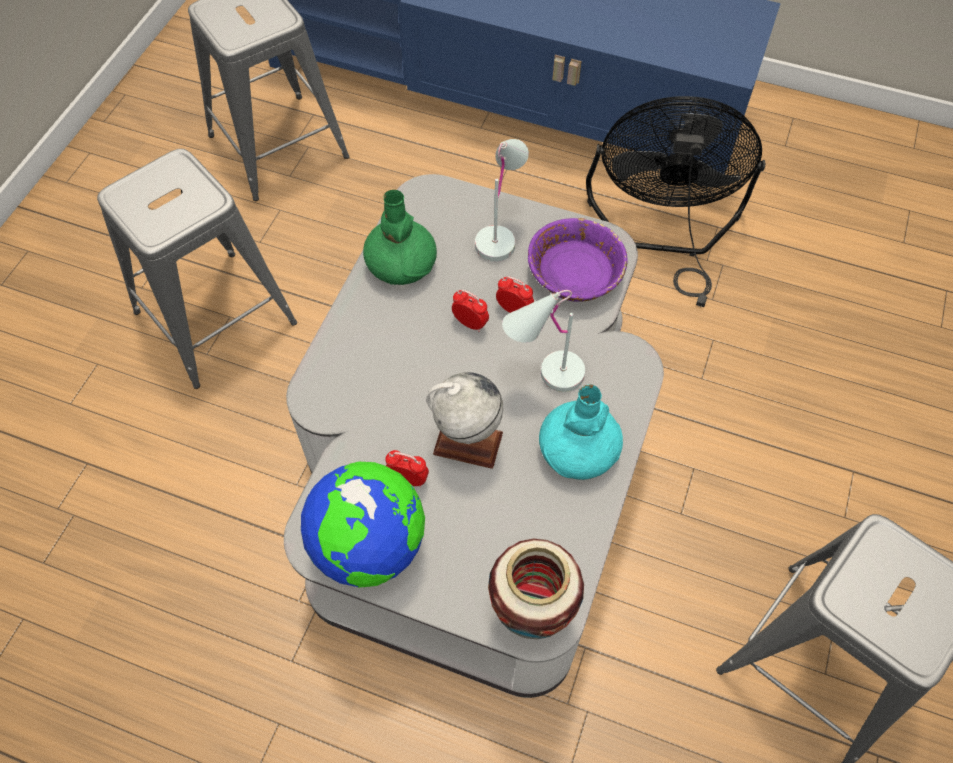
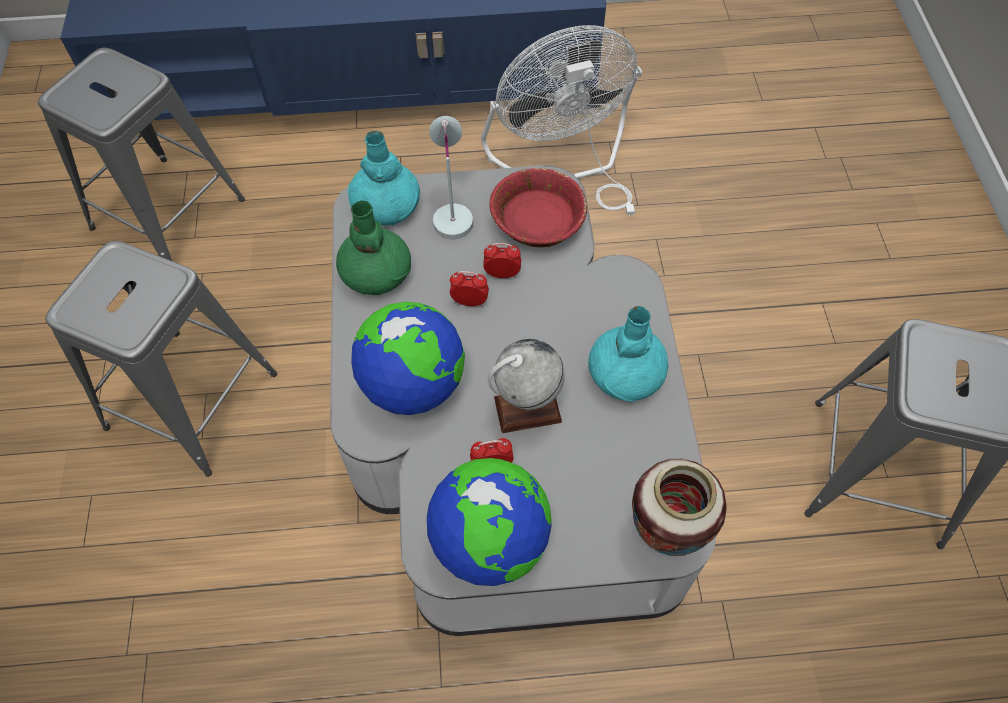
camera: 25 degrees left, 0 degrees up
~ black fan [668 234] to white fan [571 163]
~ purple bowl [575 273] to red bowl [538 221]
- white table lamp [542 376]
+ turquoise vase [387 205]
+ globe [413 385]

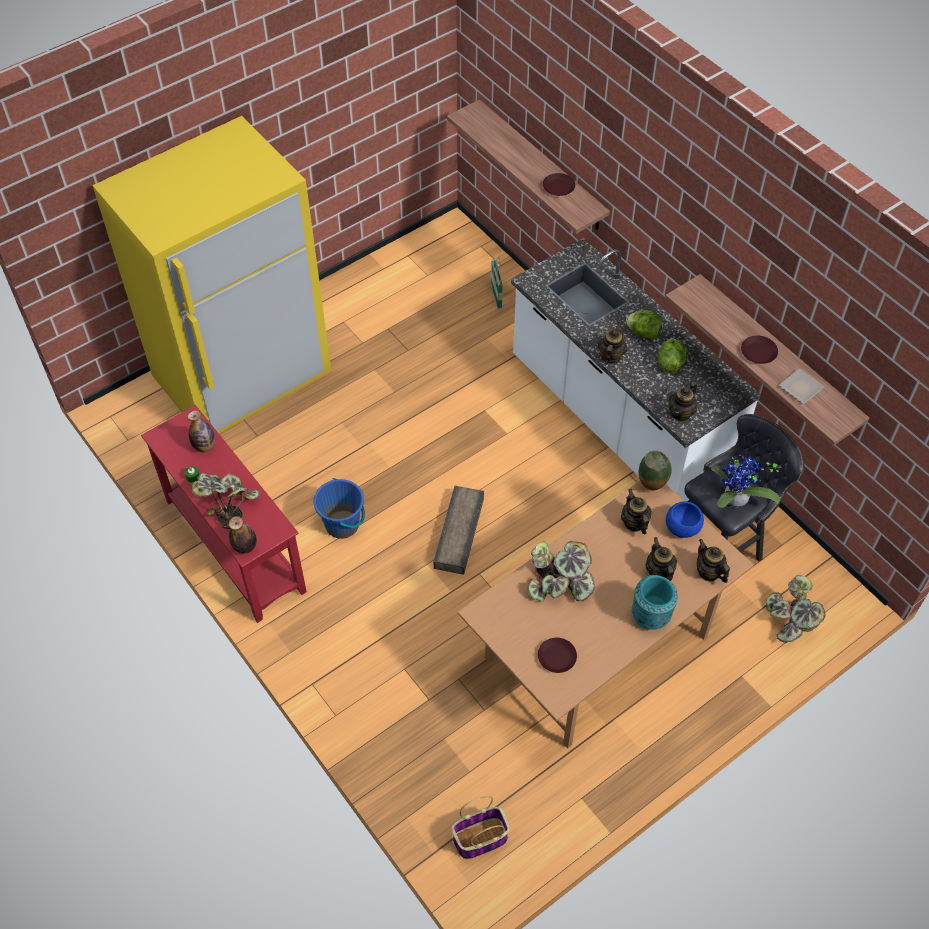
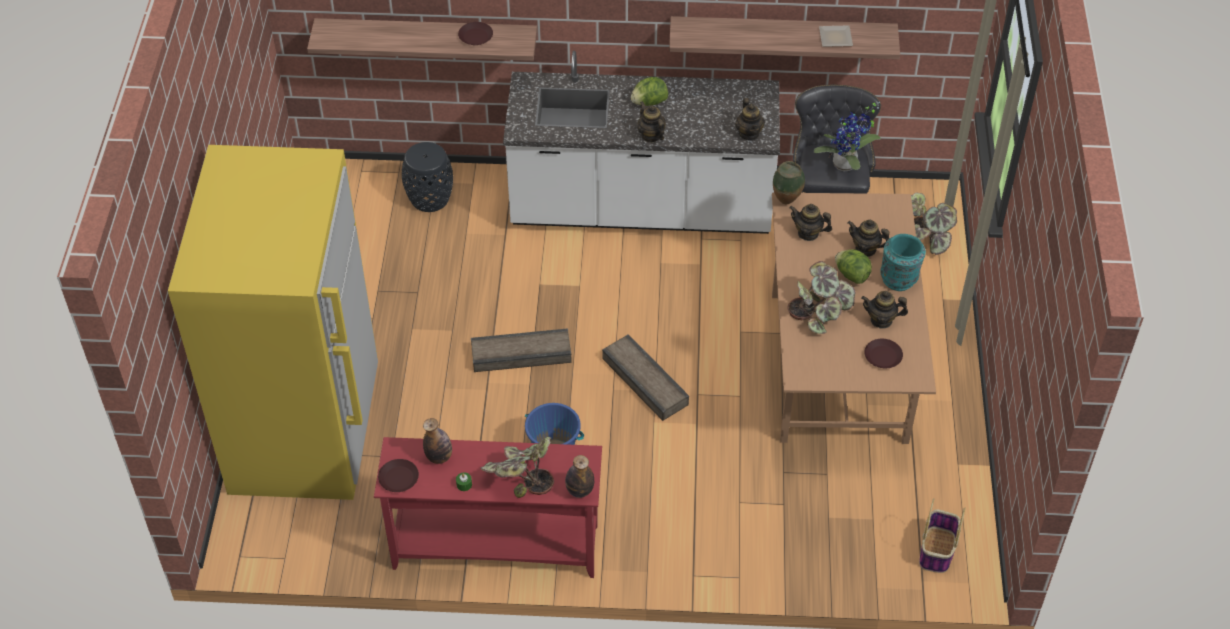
camera: 50 degrees left, 5 degrees down
~ basket [496 297] to black stool [430 198]
~ brown plate [758 353] to [399 478]
~ lettuce [670 363] to [851 275]
- blue bowl [682 527]
~ teapot [709 572] to [881 320]
+ crate [520 353]

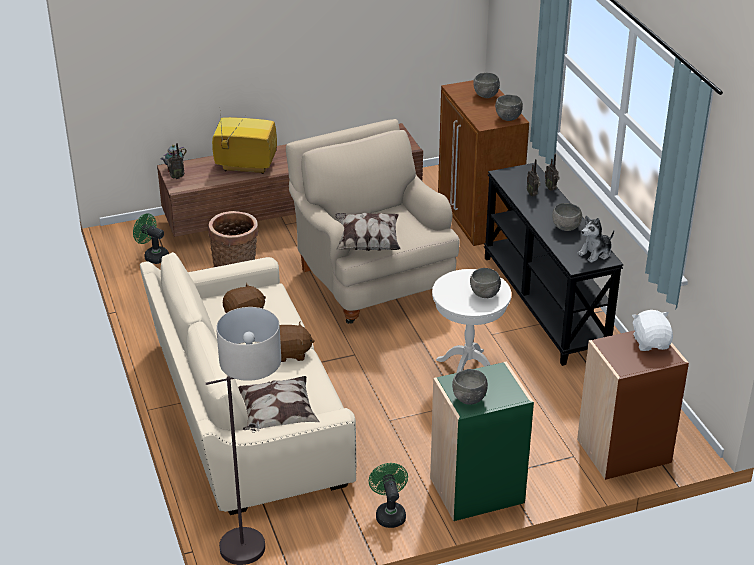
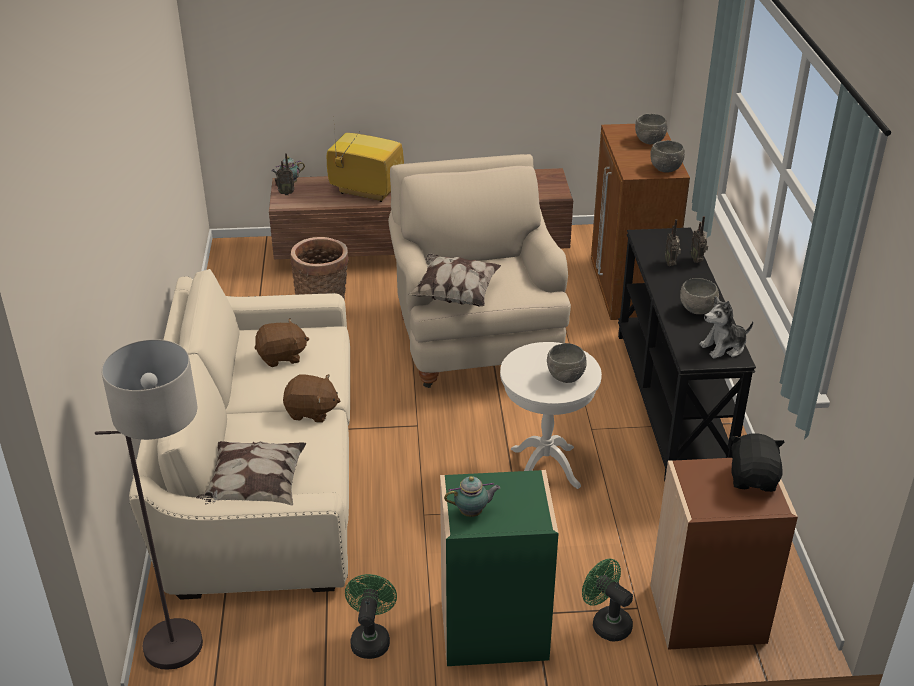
camera: 15 degrees right, 0 degrees up
~ green fan [153 256] to [606 622]
~ white plush toy [651 343] to black plush toy [753 479]
~ grey bowl [468 399] to teapot [472 512]

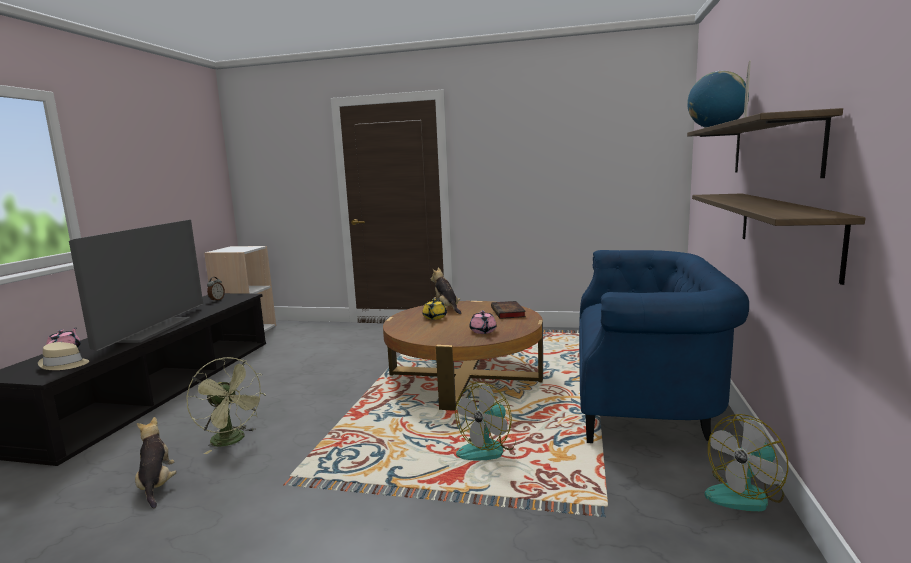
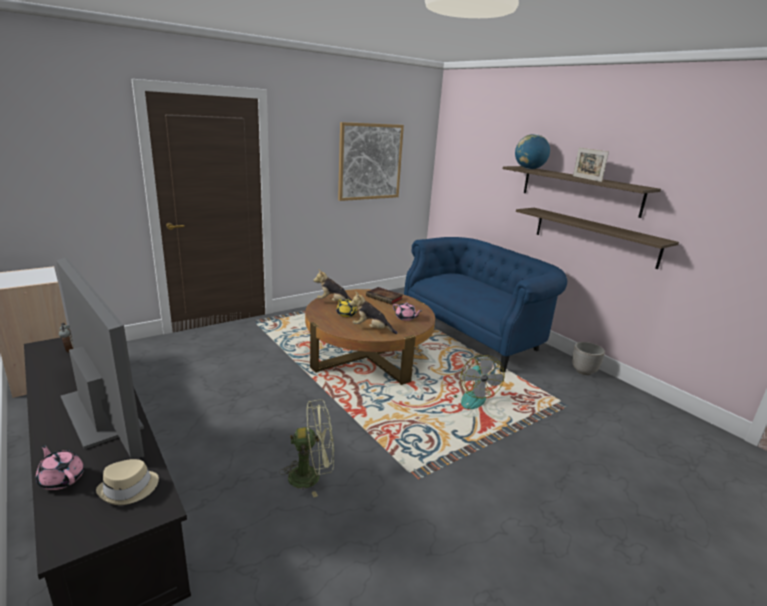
camera: 50 degrees left, 10 degrees up
~ fan [745 494] to planter [584 371]
~ plush toy [157 485] to [371 329]
+ picture [370 162]

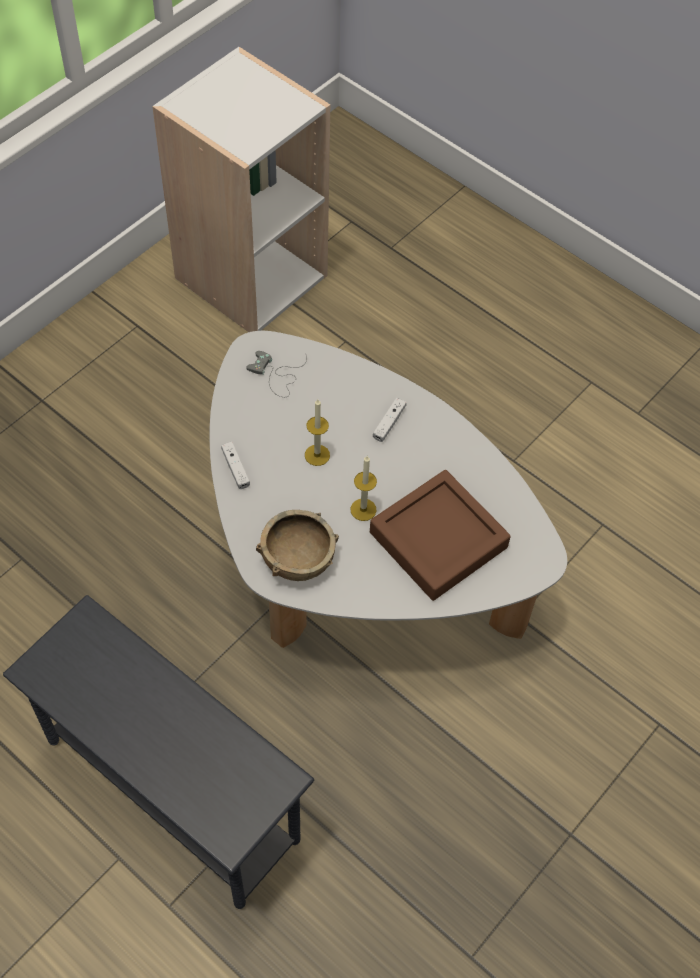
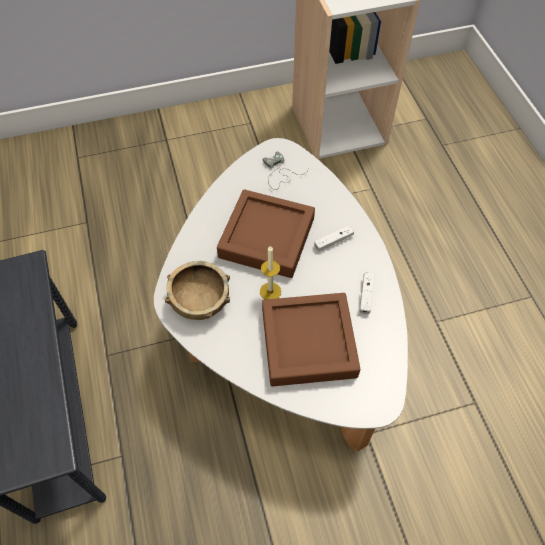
camera: 35 degrees right, 0 degrees up
~ candle [317 455] to brown tray [267 238]
~ white game controller [235 468] to [366 295]

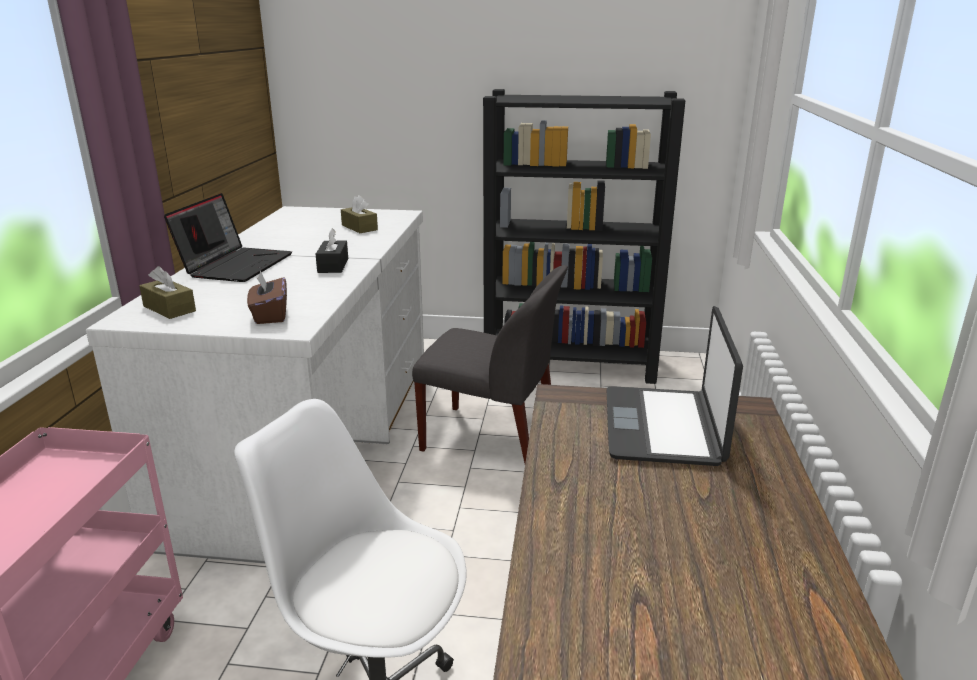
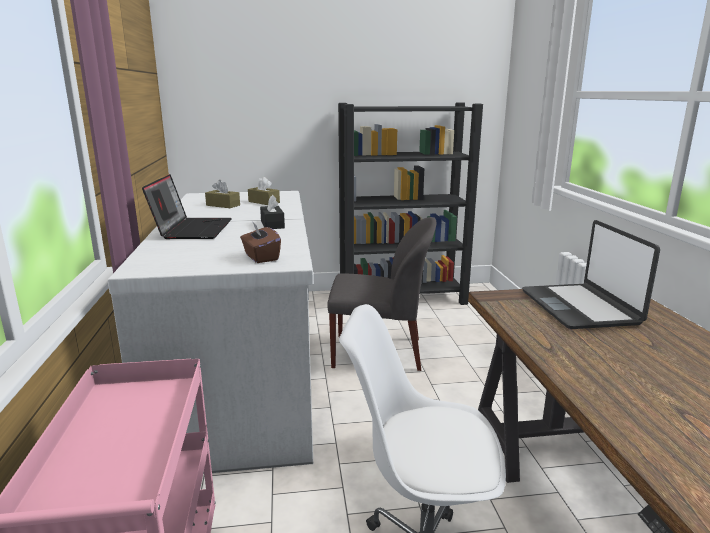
camera: 15 degrees left, 5 degrees down
~ brown tissue box [169 309] to [223 205]

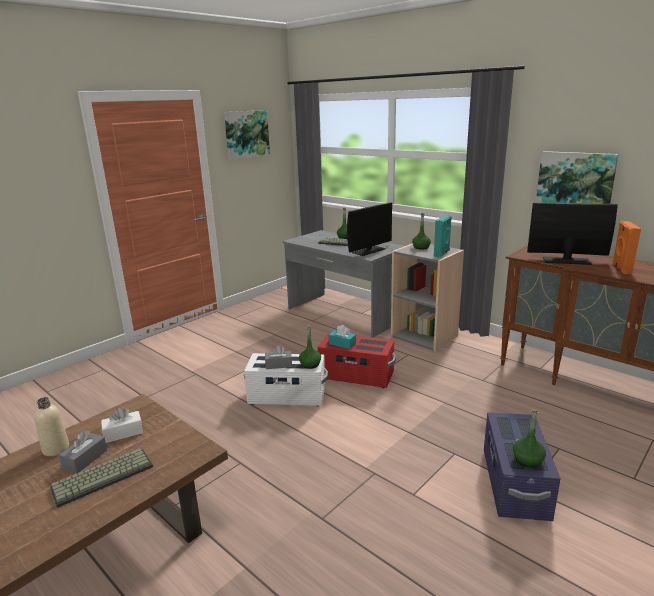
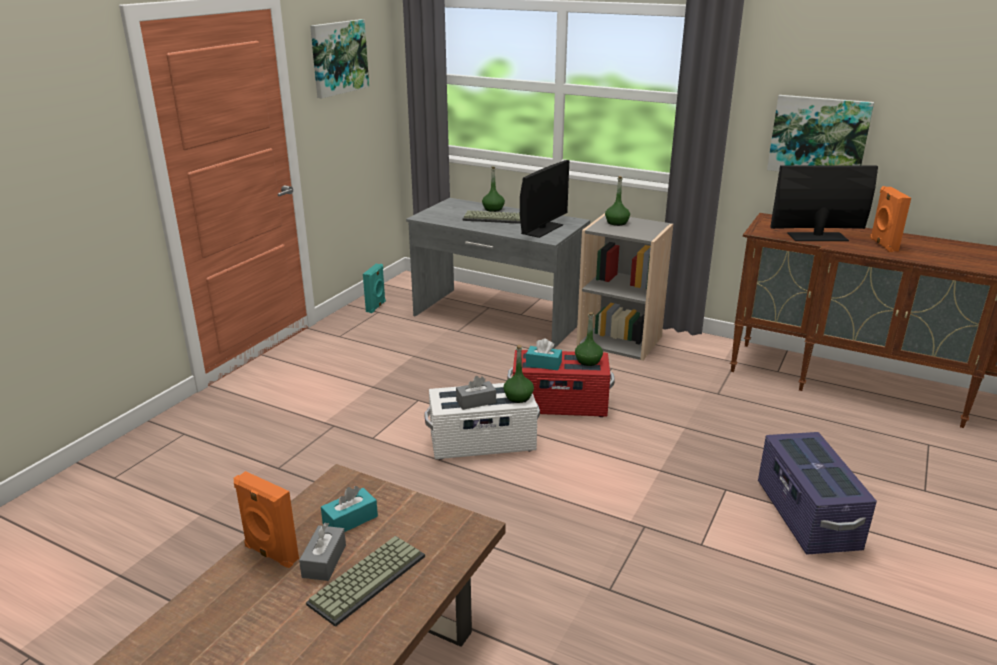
camera: 15 degrees left, 5 degrees up
~ turquoise speaker [442 253] to [376 307]
~ beige bottle [56 449] to orange speaker [270 554]
~ white tissue box [123 433] to turquoise tissue box [350 520]
~ green bottle [527 460] to [588 361]

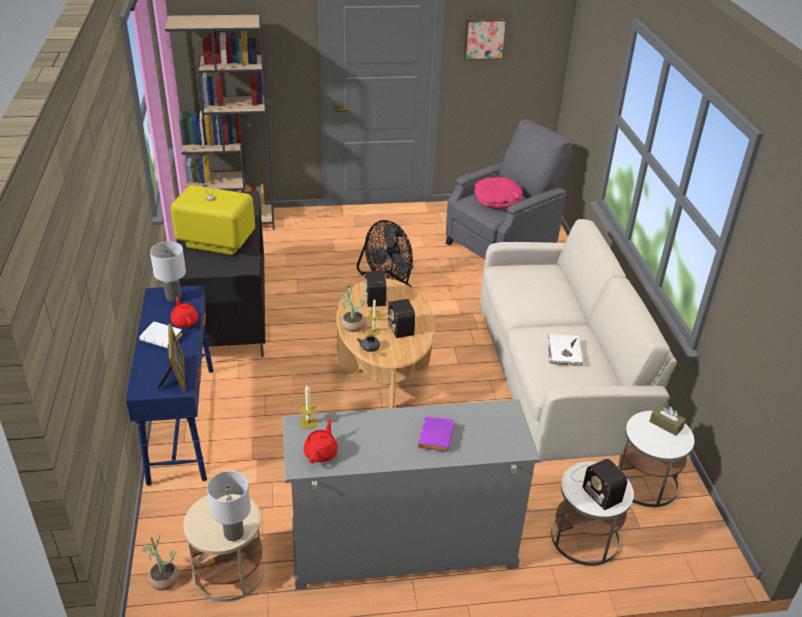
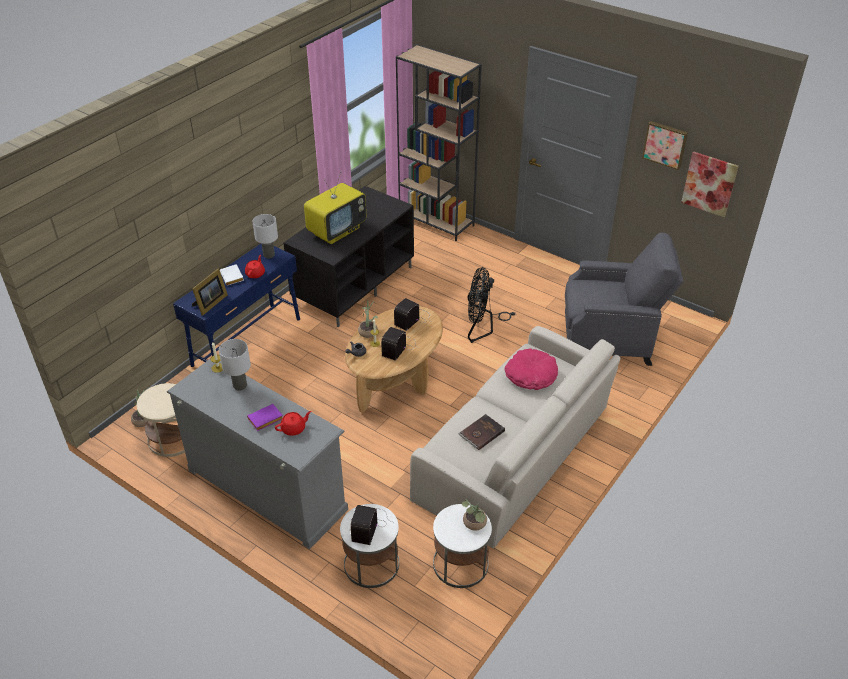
camera: 45 degrees right, 5 degrees up
~ television [215 243] = [337 231] 75 degrees clockwise
~ pink pillow [498 200] to [531 376]
~ white book [564 352] to brown book [481 433]
~ brown tissue box [666 424] to potted plant [474 524]
~ red teapot [321 452] to [294 429]
~ white table lamp [233 534] to [240 386]
+ picture [709 184]

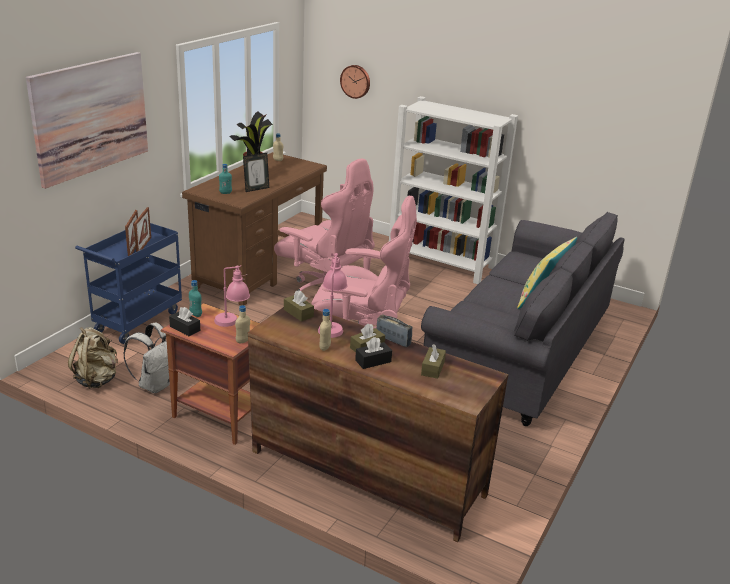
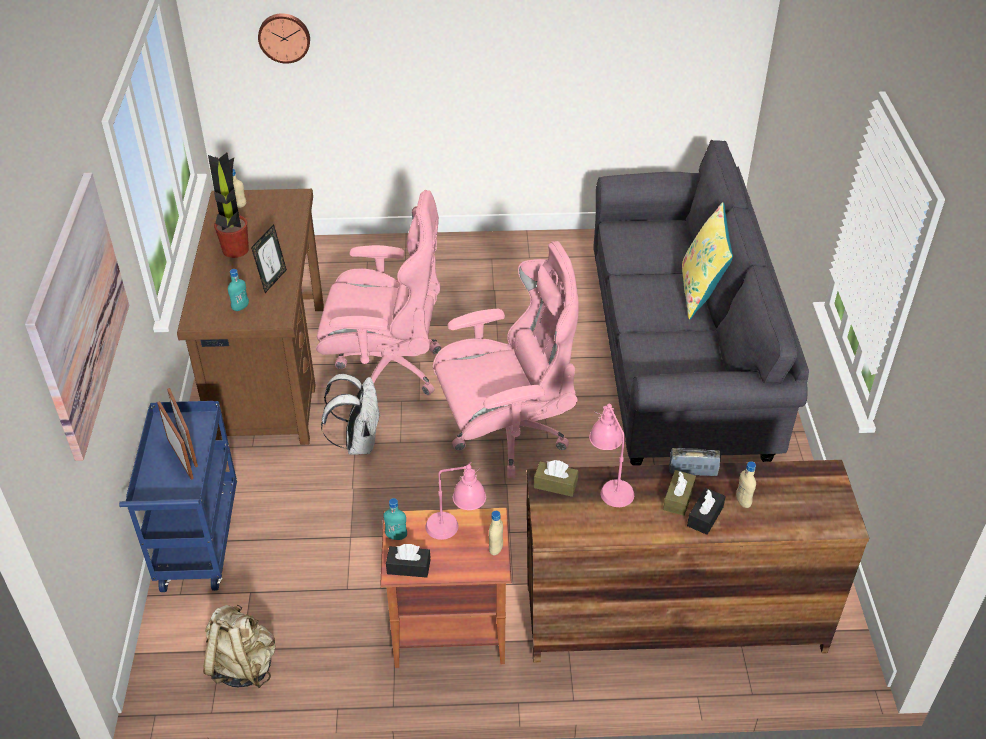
camera: 30 degrees left, 15 degrees up
- white bookcase [441 262]
~ beige bottle [325 347] to [743 501]
~ white backpack [156 384] to [358 442]
- brown tissue box [432 368]

